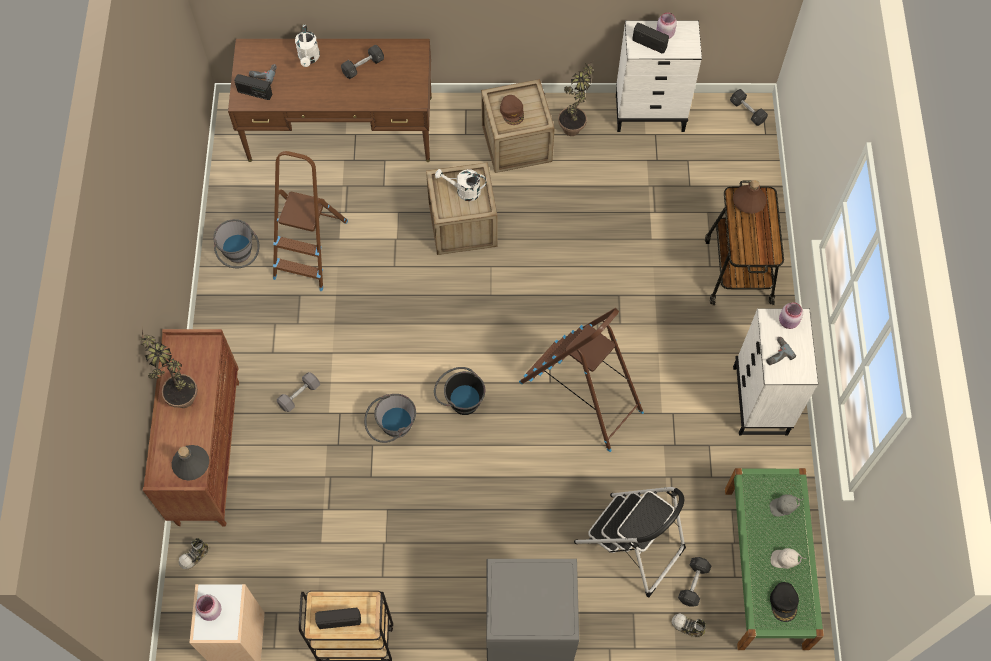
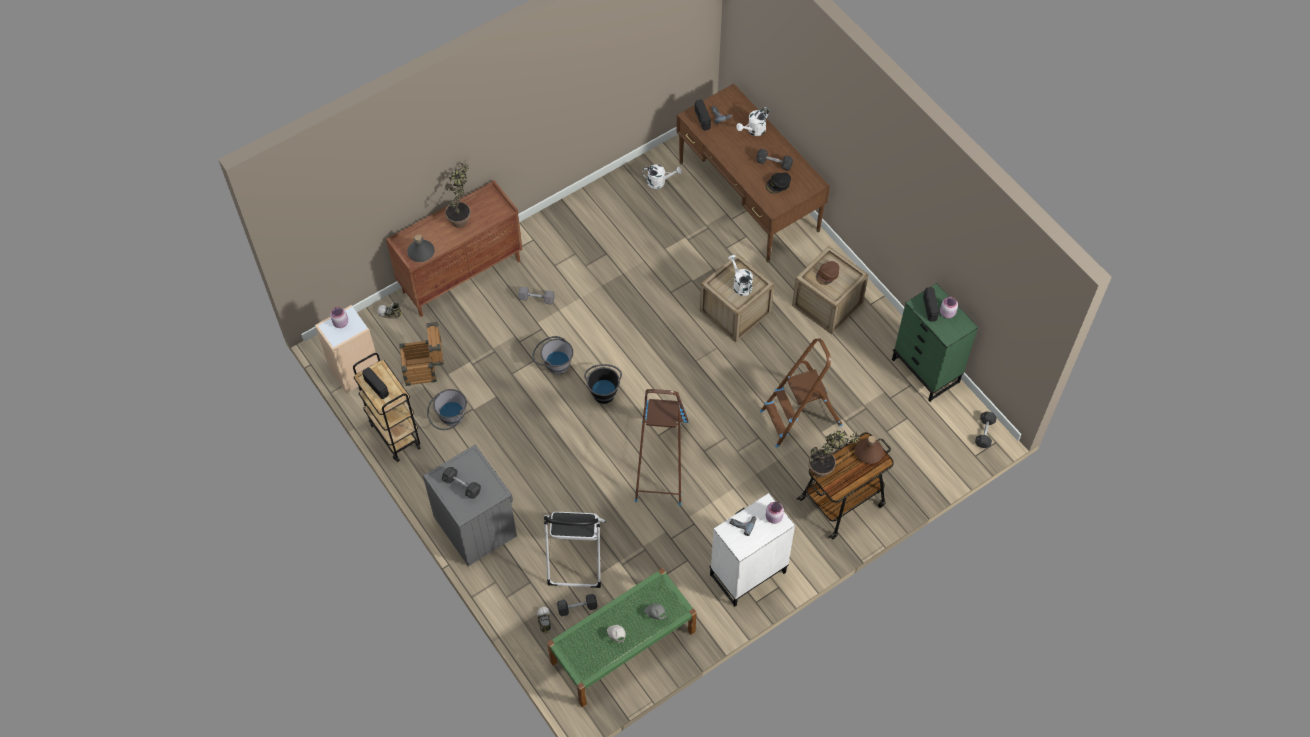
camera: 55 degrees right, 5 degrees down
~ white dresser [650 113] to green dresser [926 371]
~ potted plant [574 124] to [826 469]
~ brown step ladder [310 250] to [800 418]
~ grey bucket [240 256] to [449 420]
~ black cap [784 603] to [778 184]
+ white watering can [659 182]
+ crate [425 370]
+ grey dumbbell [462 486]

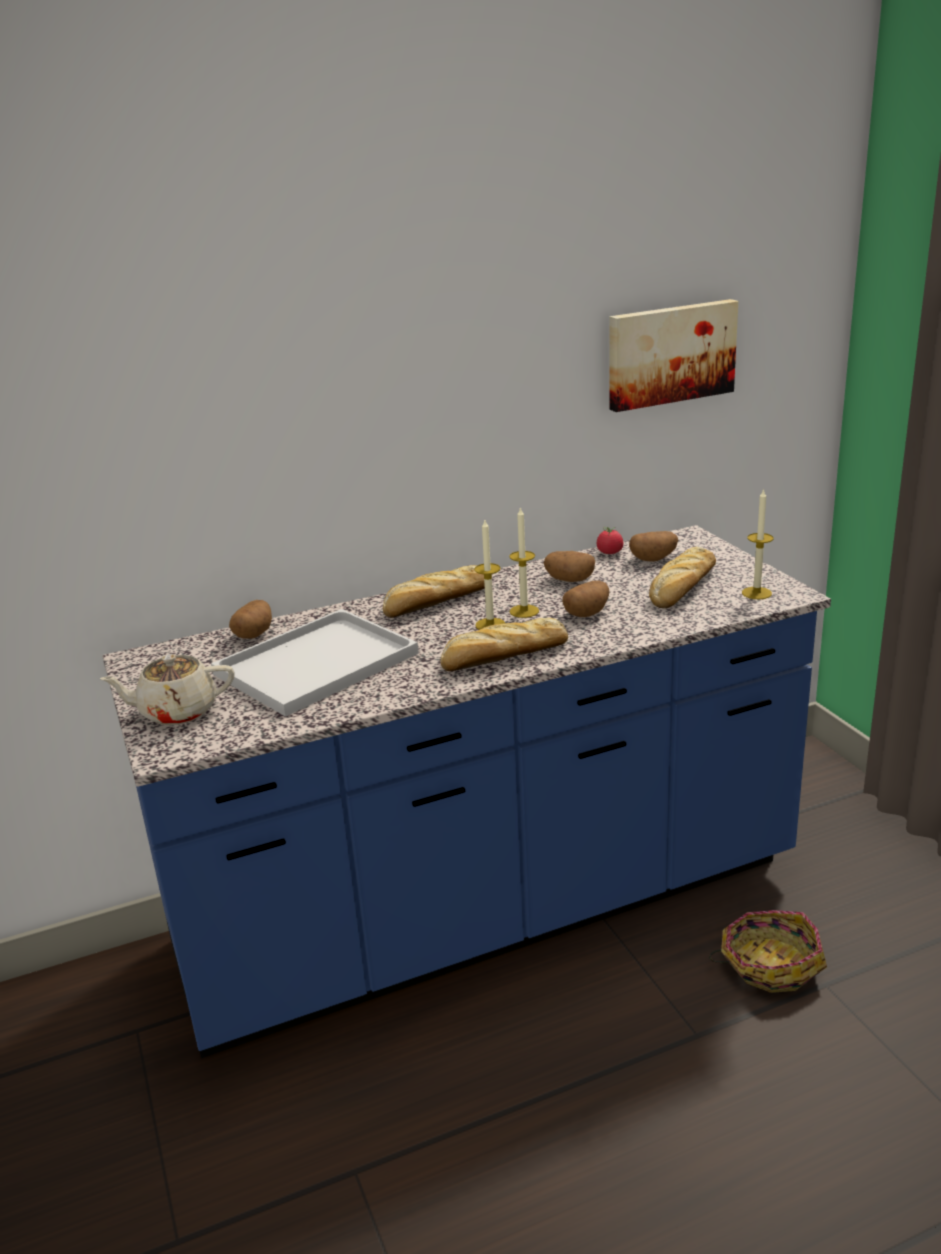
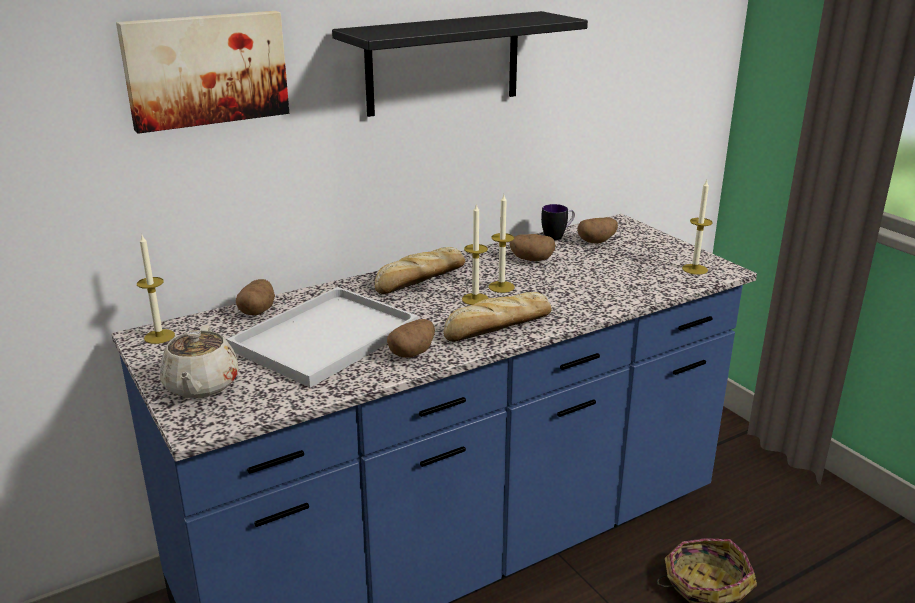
camera: 10 degrees left, 0 degrees up
~ picture [670 354] to [205 69]
~ tomato [609 553] to mug [557 236]
- bread [682 587]
~ potato [587 613] to [412 353]
~ beige teapot [177 712] = [201 386] 75 degrees counterclockwise
+ black shelf [443 63]
+ candle [159 336]

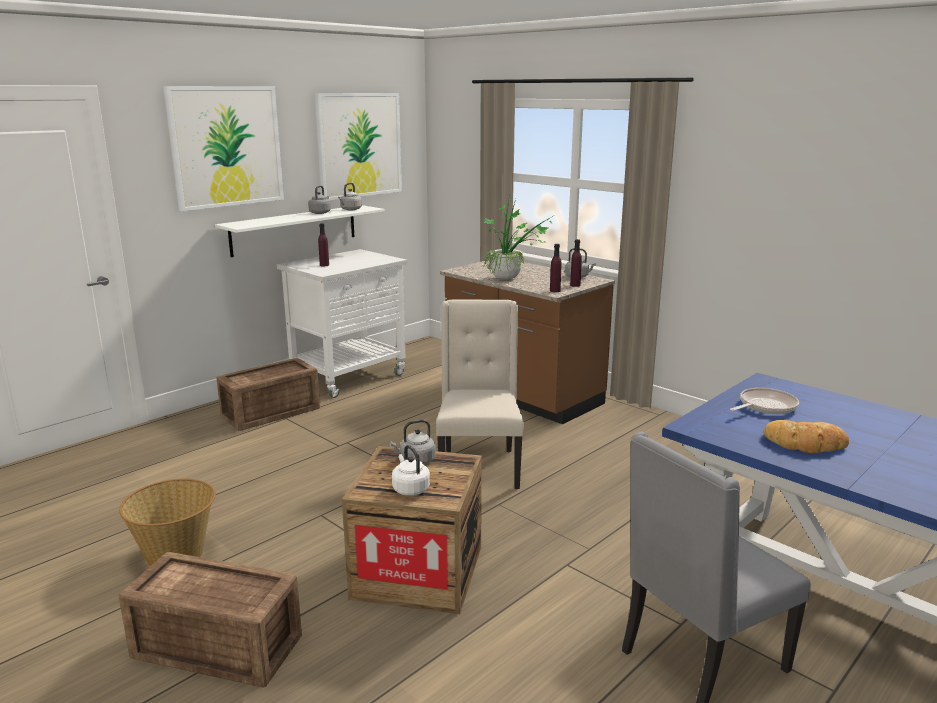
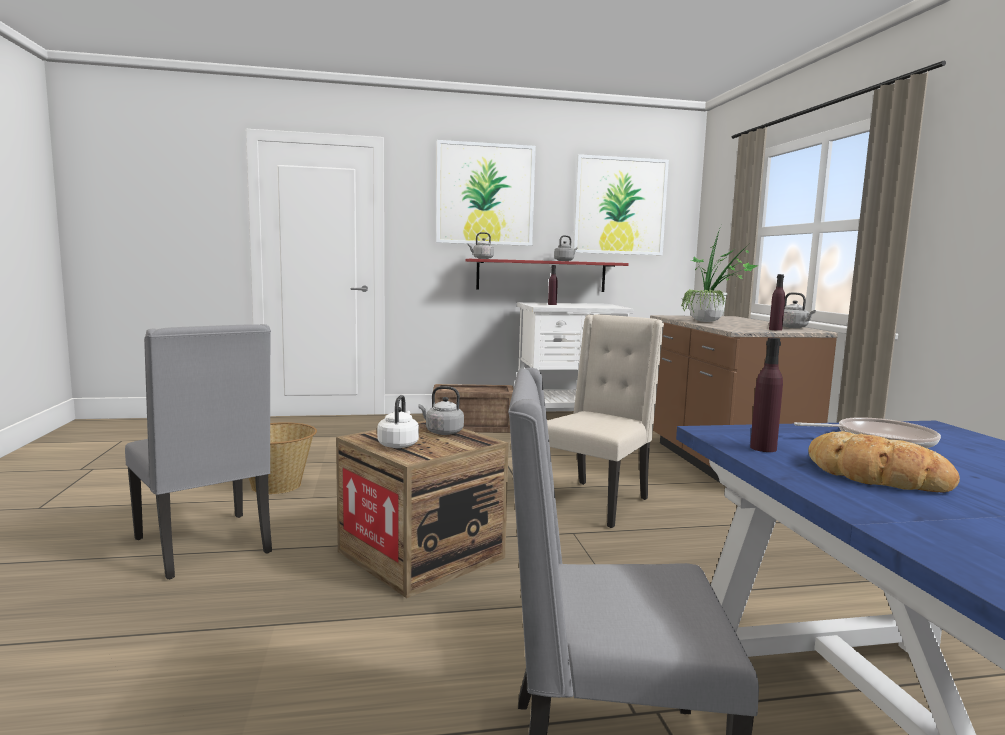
camera: 35 degrees right, 10 degrees down
~ grey kettle [350 209] to [482 258]
~ white shelf [294 230] to red shelf [541 275]
~ purple bottle [555 291] to [763 448]
~ crate [218 649] to grey chair [206 546]

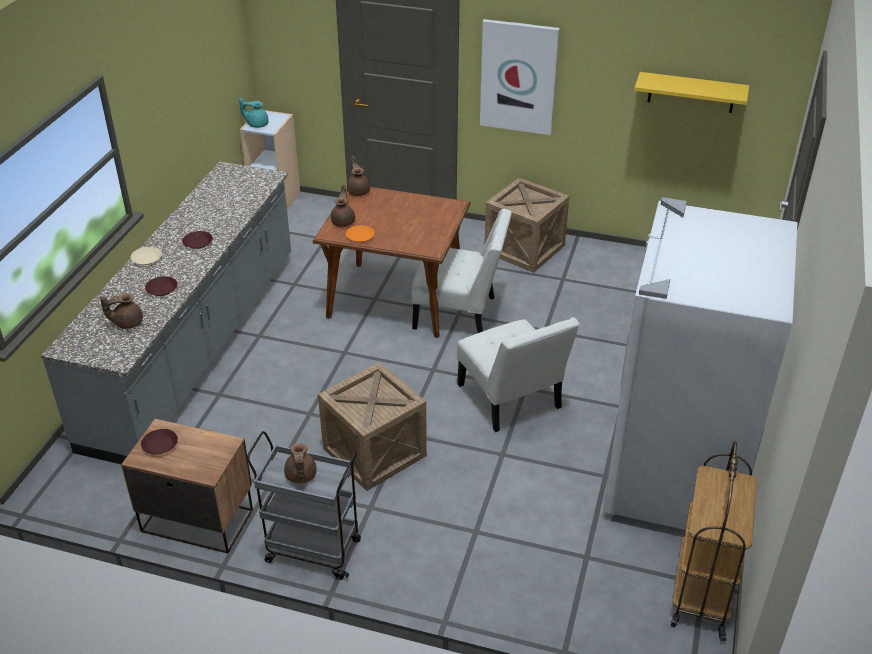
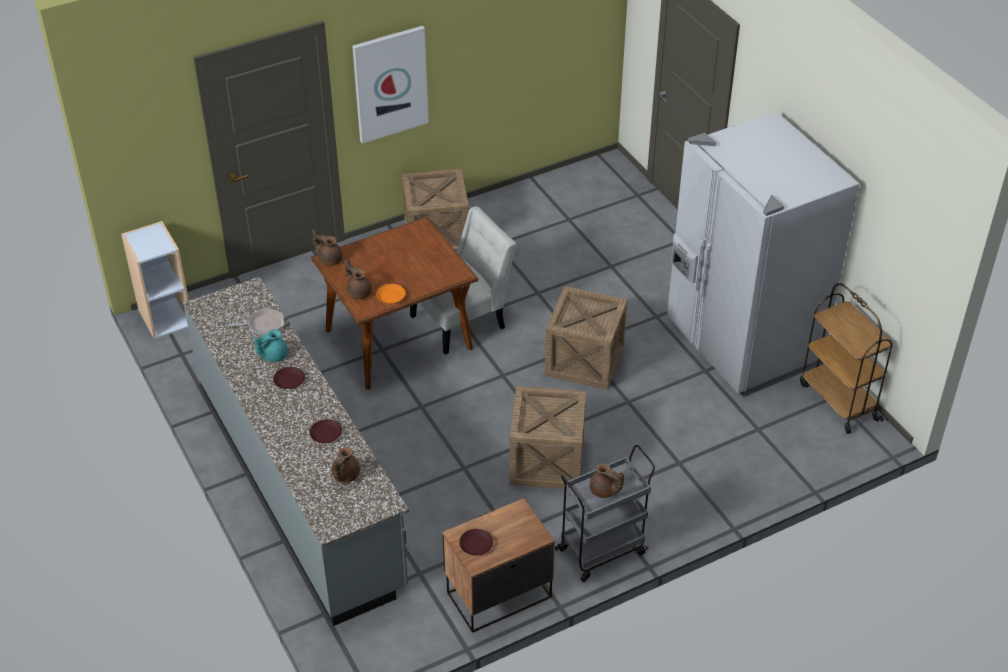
camera: 45 degrees left, 5 degrees up
- yellow shelf [691 92]
~ turquoise teapot [256 124] to [273 356]
- beige plate [147 258]
~ white chair [511 400] to crate [584 360]
+ frying pan [263 325]

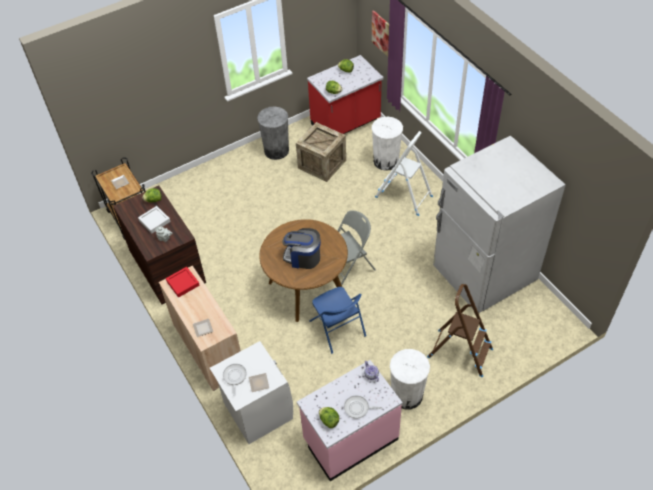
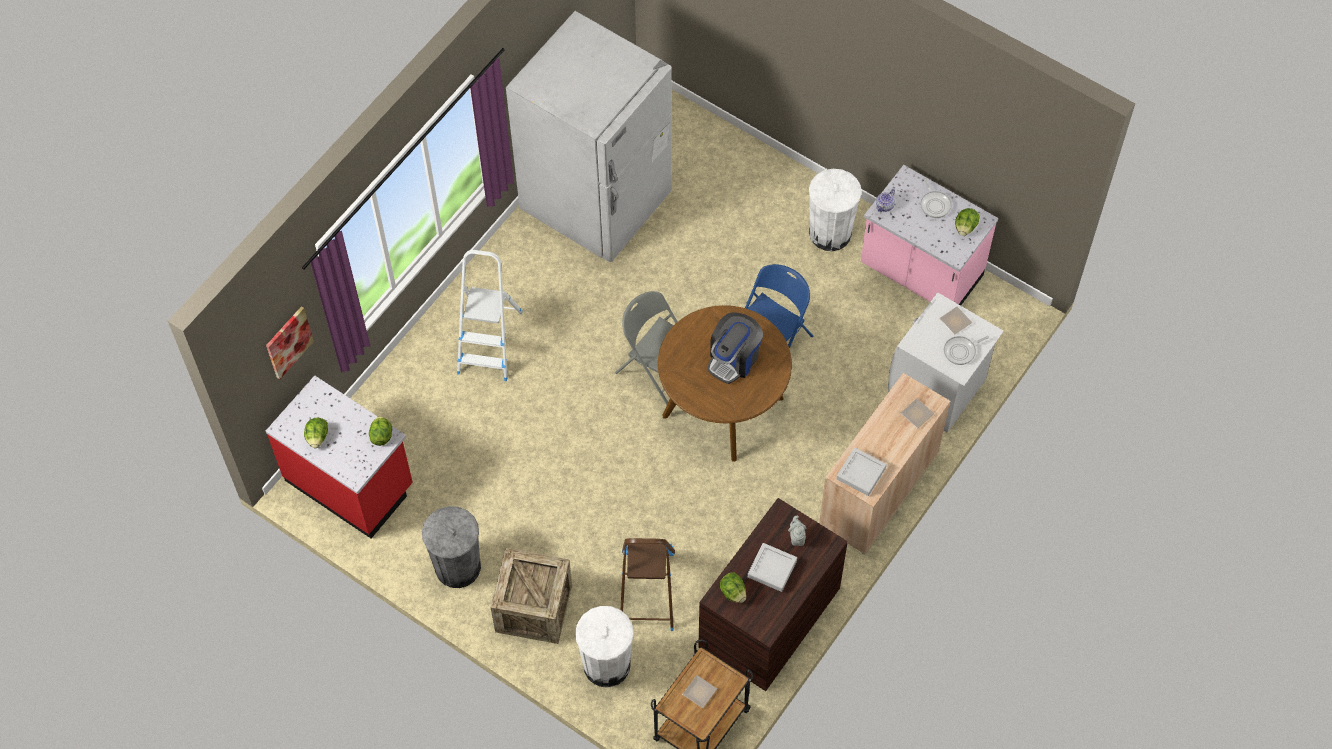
camera: 115 degrees left, 10 degrees up
~ white trash can [386 161] to [606 665]
~ crate [322 164] to [533 608]
~ coffee machine [303 257] = [734 359] 45 degrees clockwise
~ red tray [183 283] to grey tray [861 473]
~ brown step ladder [460 353] to [647 588]

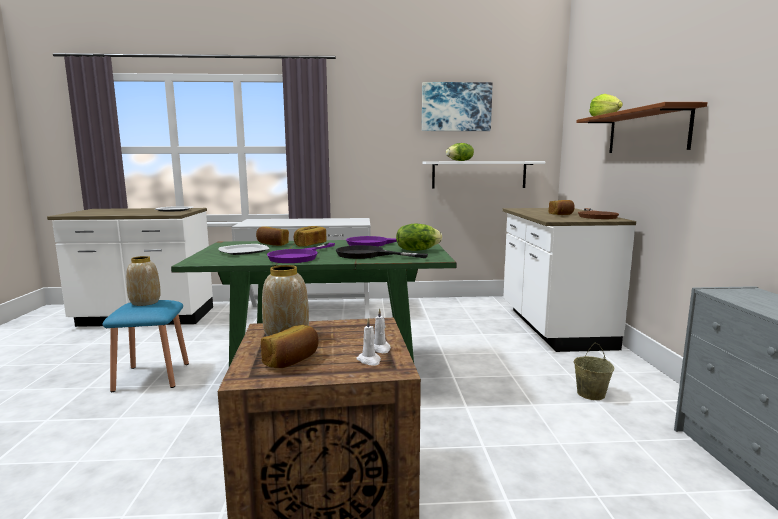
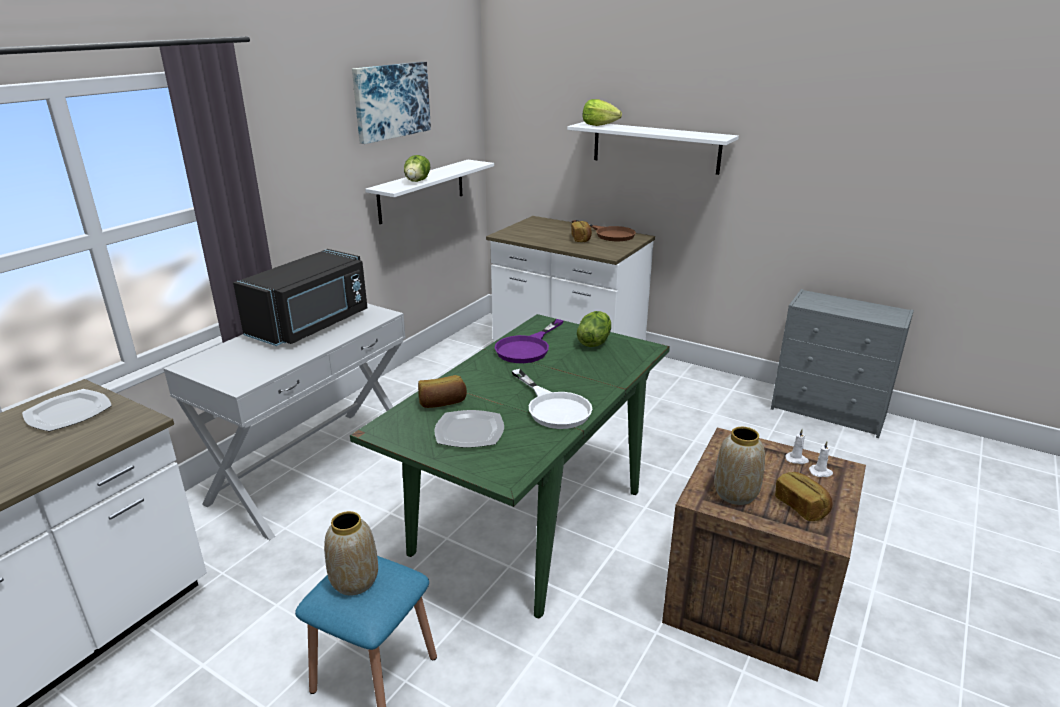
camera: 55 degrees left, 15 degrees up
~ brown shelf [646 132] to white shelf [655 147]
- bread [310 244]
~ purple frying pan [299 256] to white frying pan [553 407]
- black frying pan [368 255]
- beige bucket [590 393]
+ black microwave [312 325]

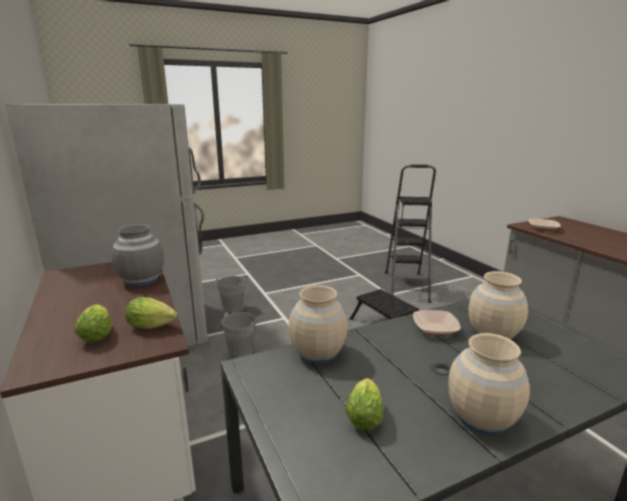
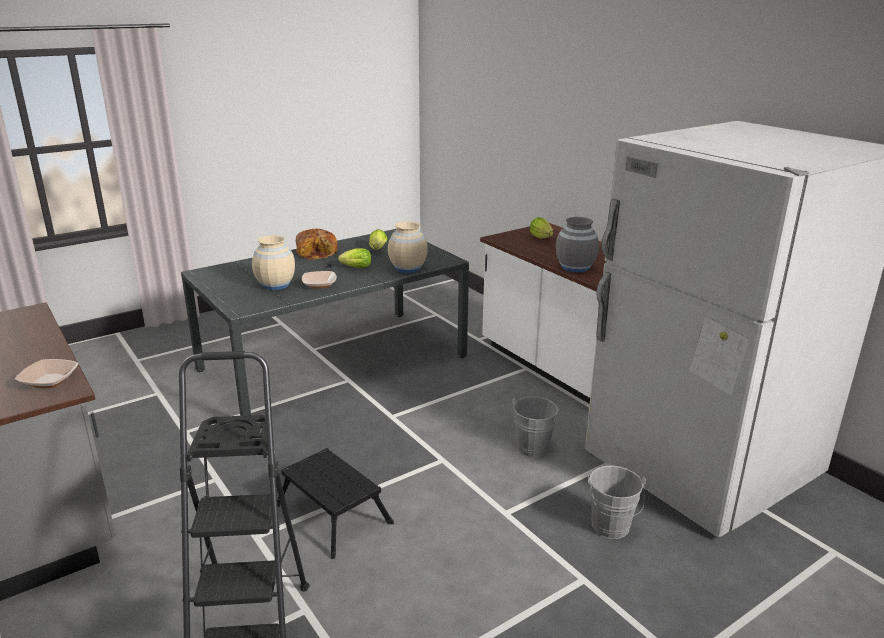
camera: 170 degrees right, 5 degrees up
~ lettuce [154 326] to [355 267]
~ beige vase [481 417] to bread [317 252]

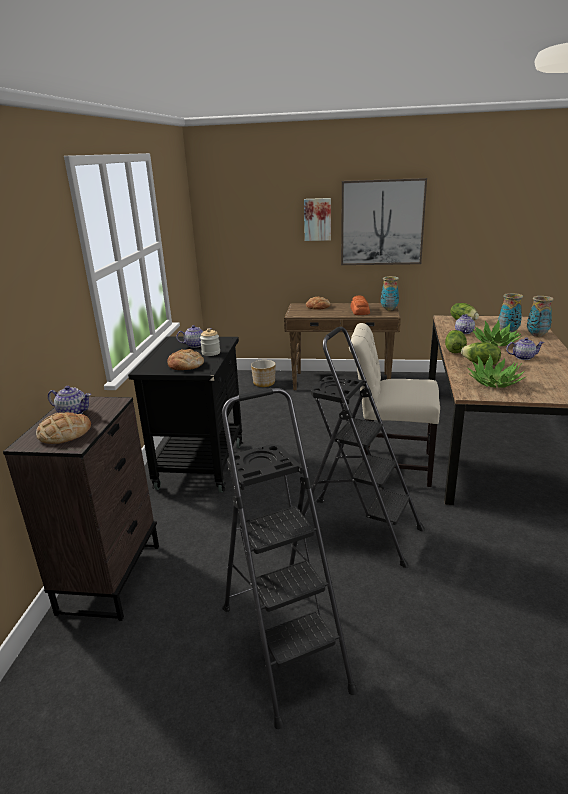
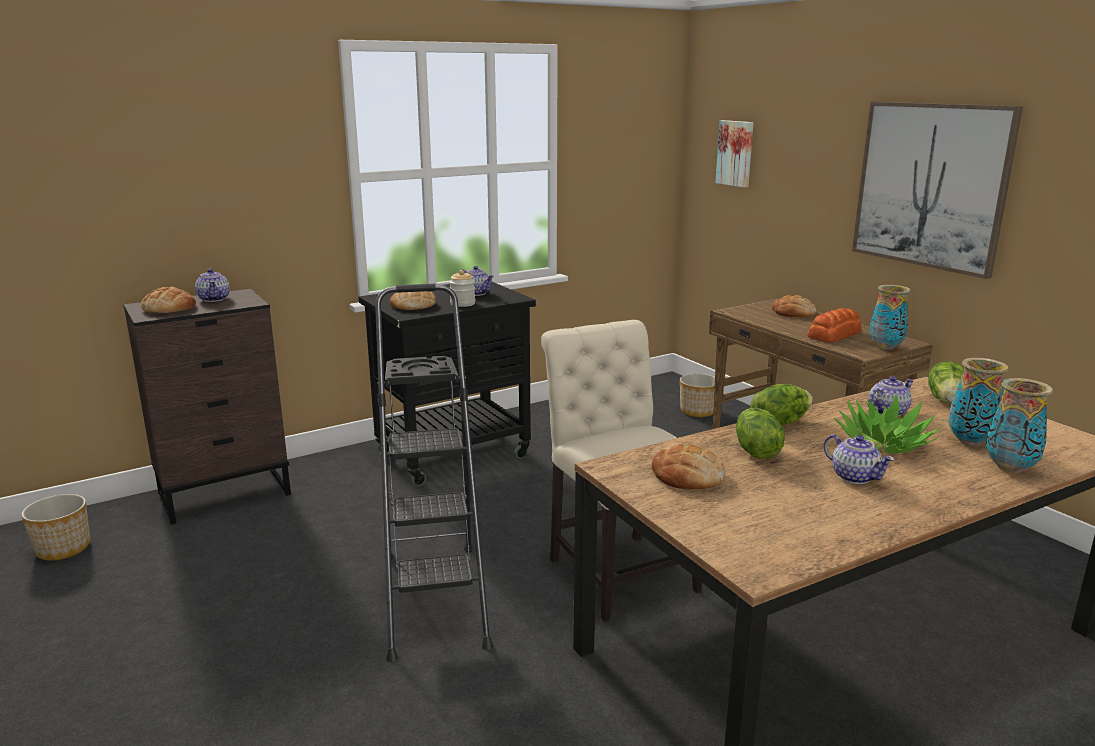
camera: 50 degrees right, 5 degrees down
~ picture [317 219] to [736 153]
~ potted plant [494 382] to bread [688 475]
- step ladder [283 643]
+ planter [63 549]

